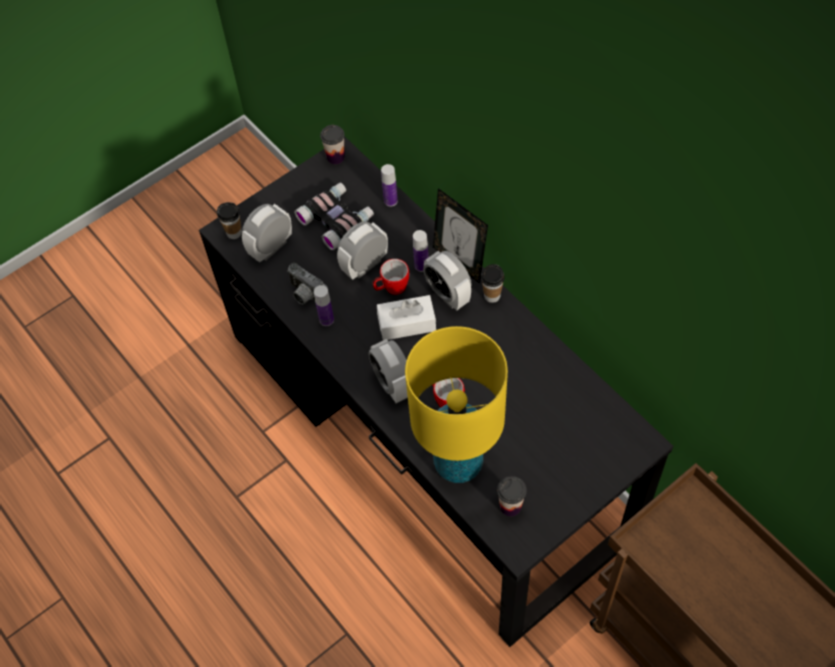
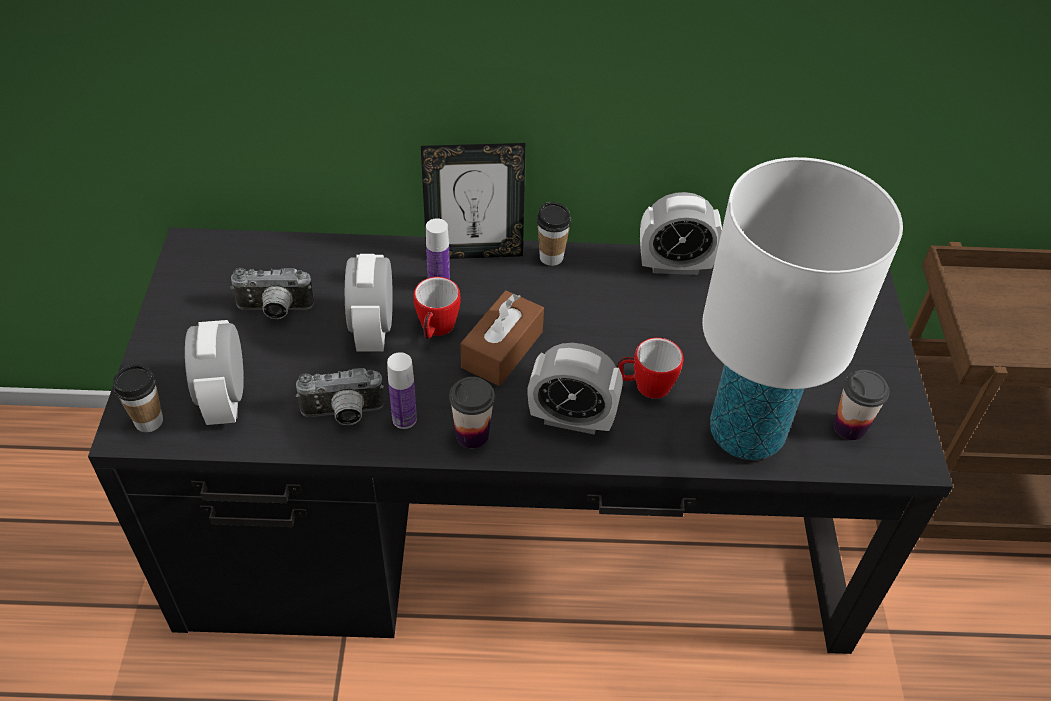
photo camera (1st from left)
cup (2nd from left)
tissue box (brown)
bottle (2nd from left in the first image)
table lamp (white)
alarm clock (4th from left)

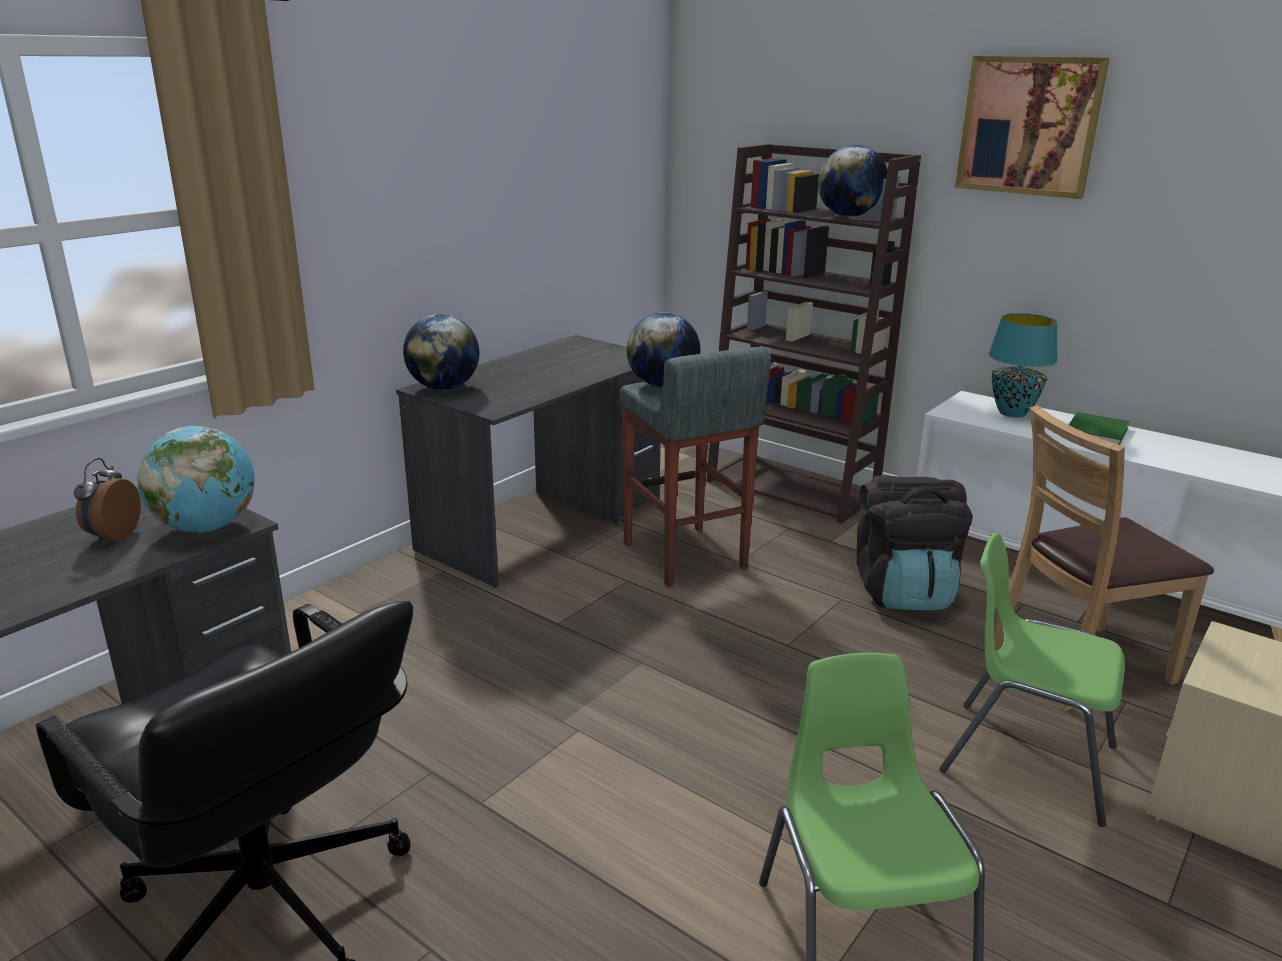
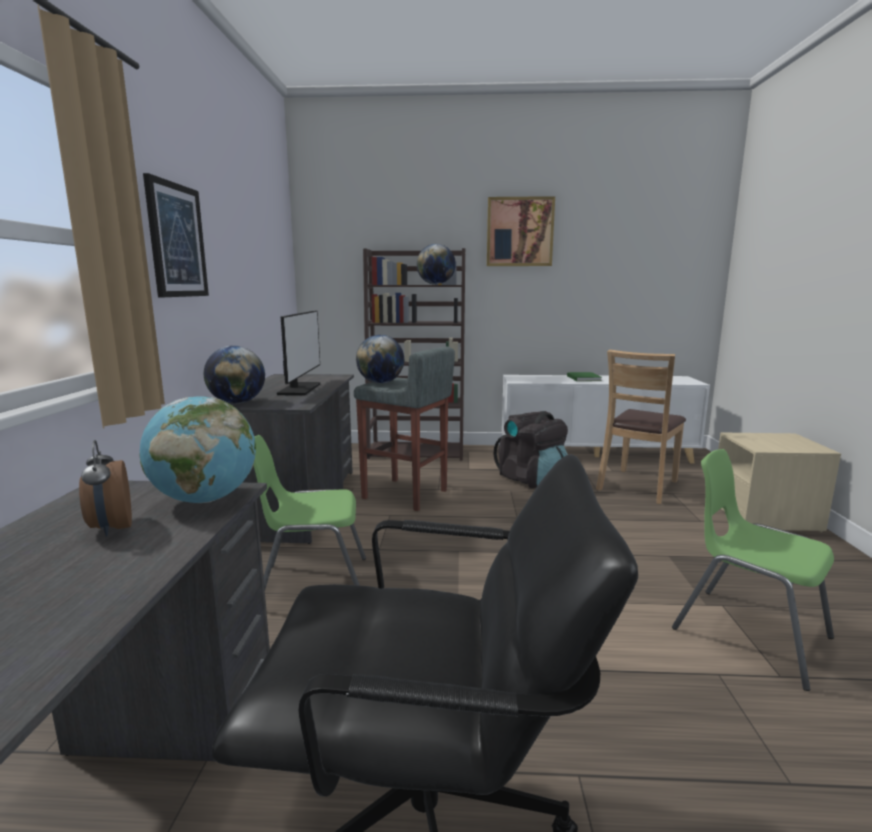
chair (green) (1st from left)
table lamp (turquoise)
picture (1st from left)
monitor

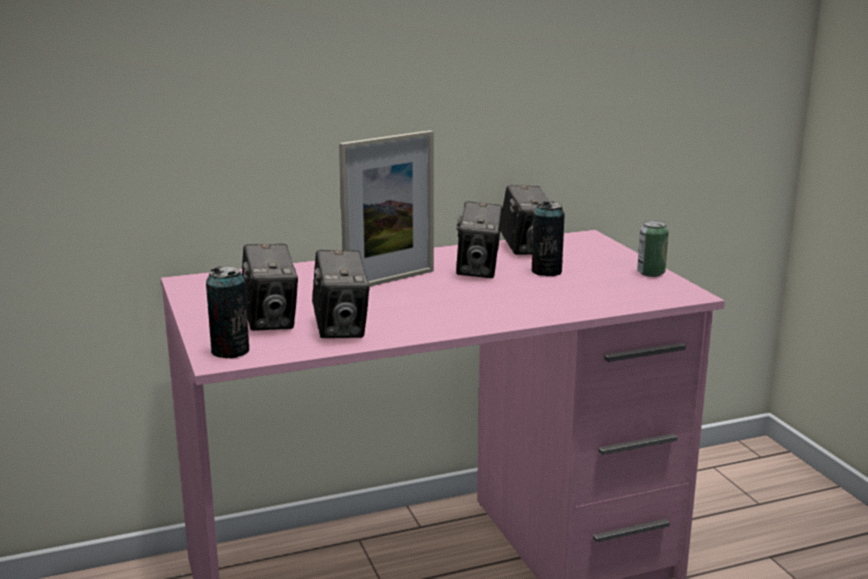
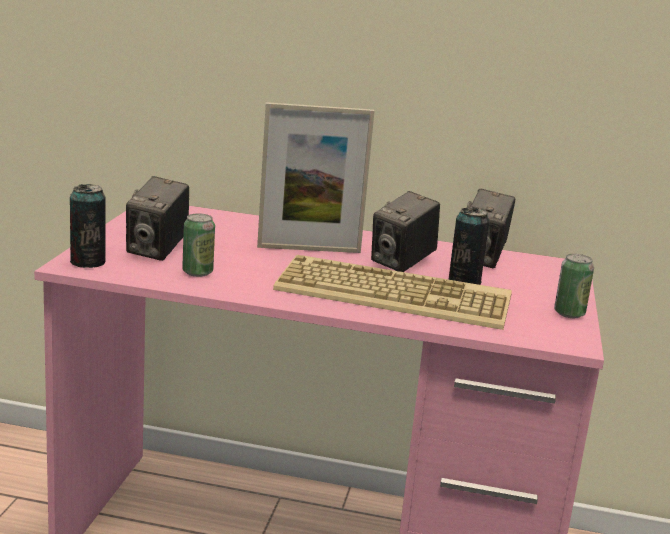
can (2nd from left)
keyboard

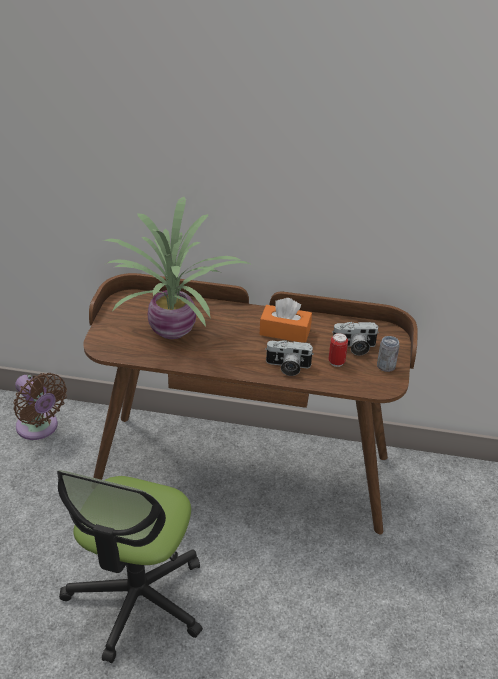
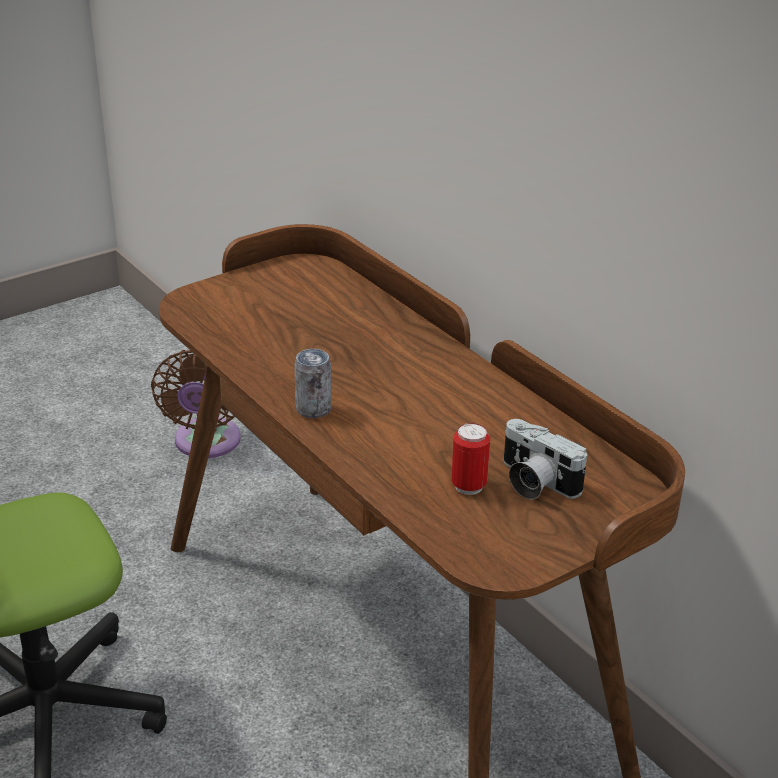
potted plant
tissue box (orange)
photo camera (1st from left in the first image)
can (1st from left)

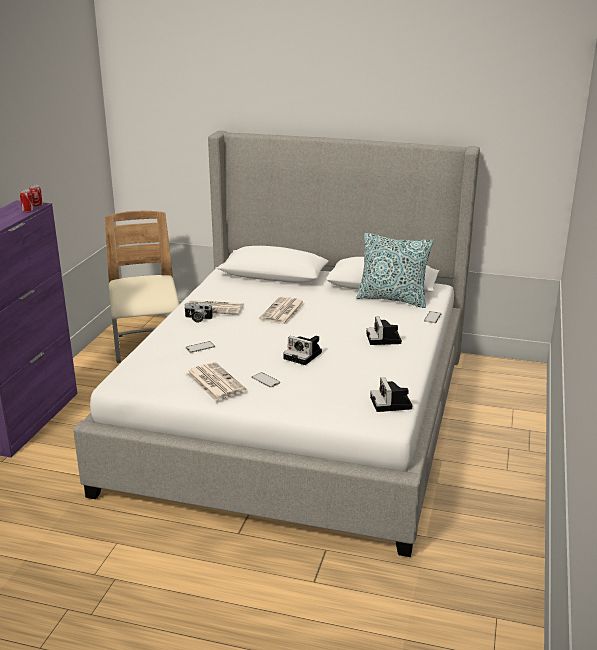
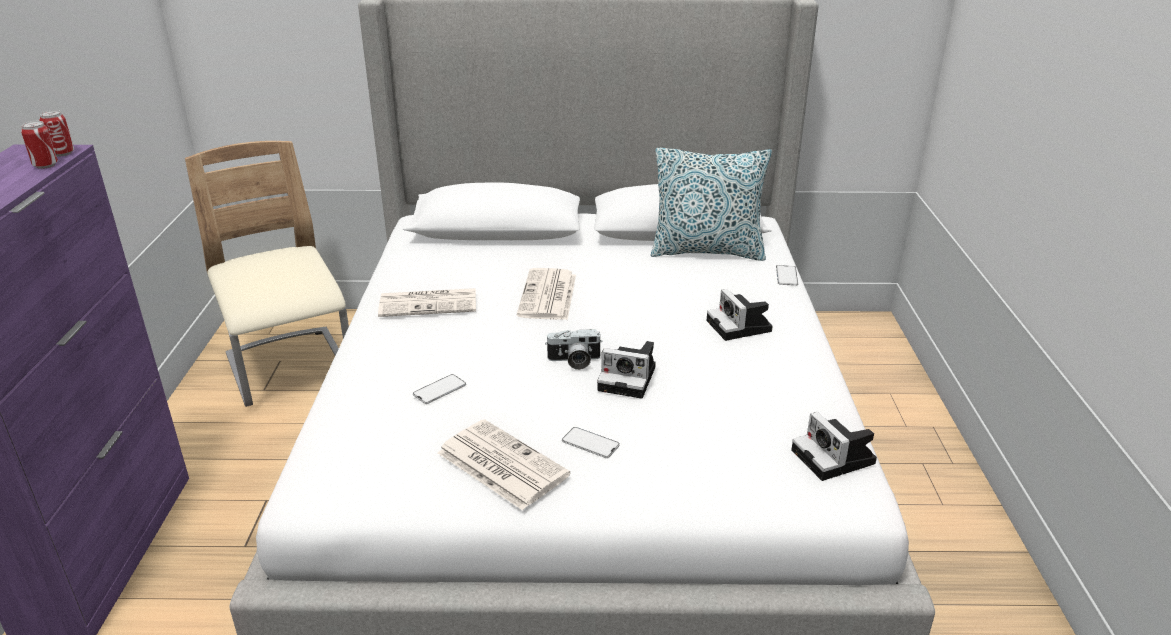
photo camera (1st from left)

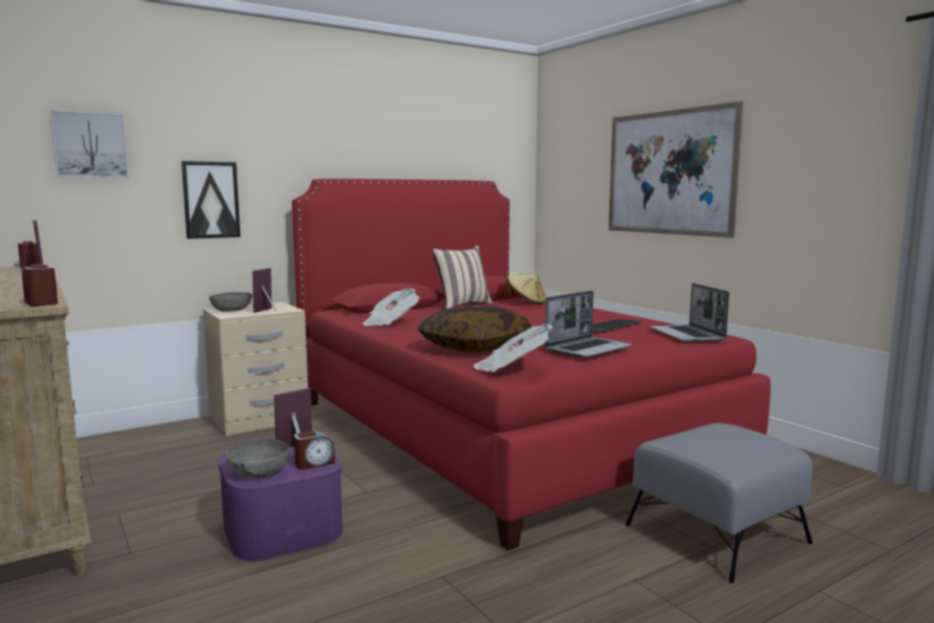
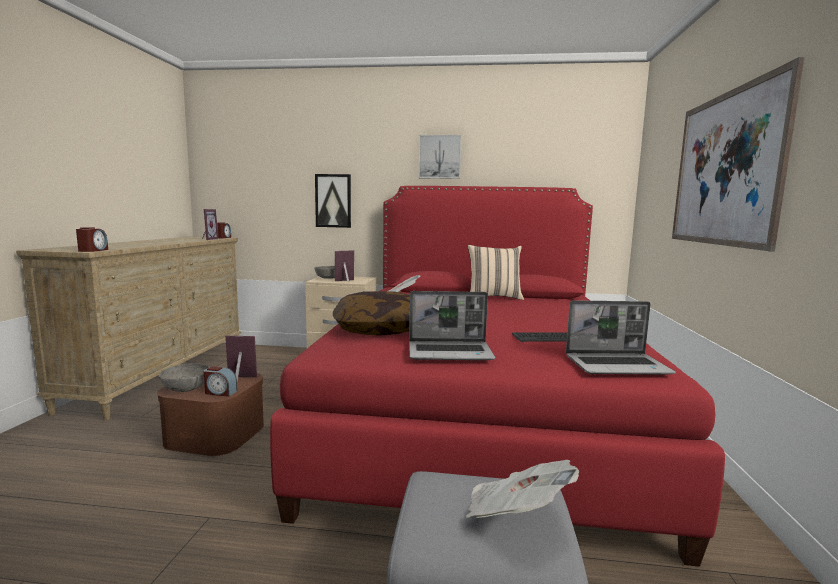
picture (2nd from left)
storage box (brown)
newspaper (2nd from left)
hat (beige)
laptop (2nd from left)

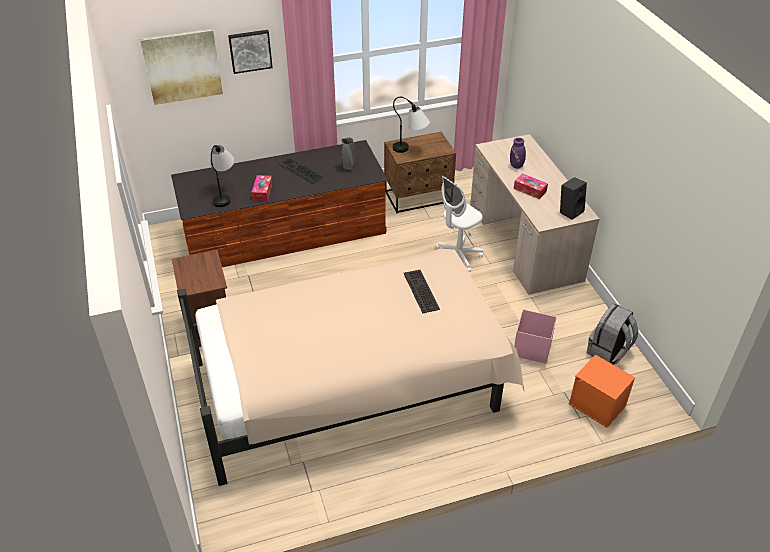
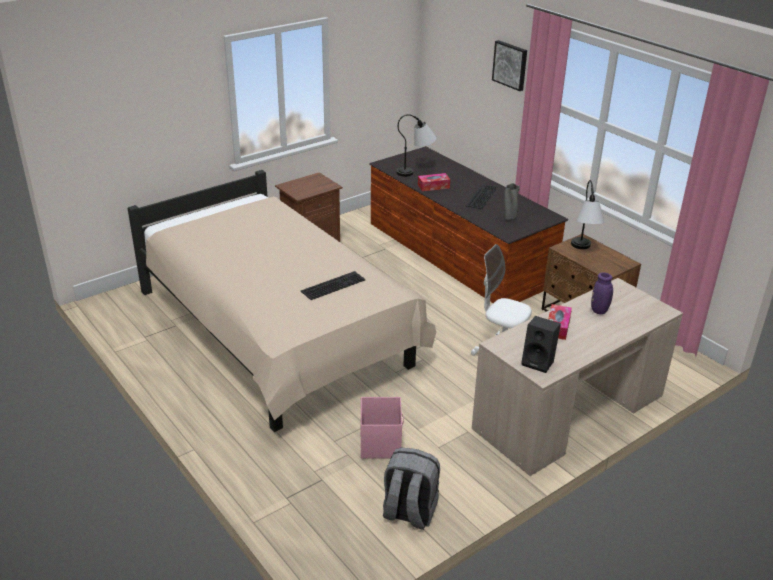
picture (1st from left in the first image)
storage box (orange)

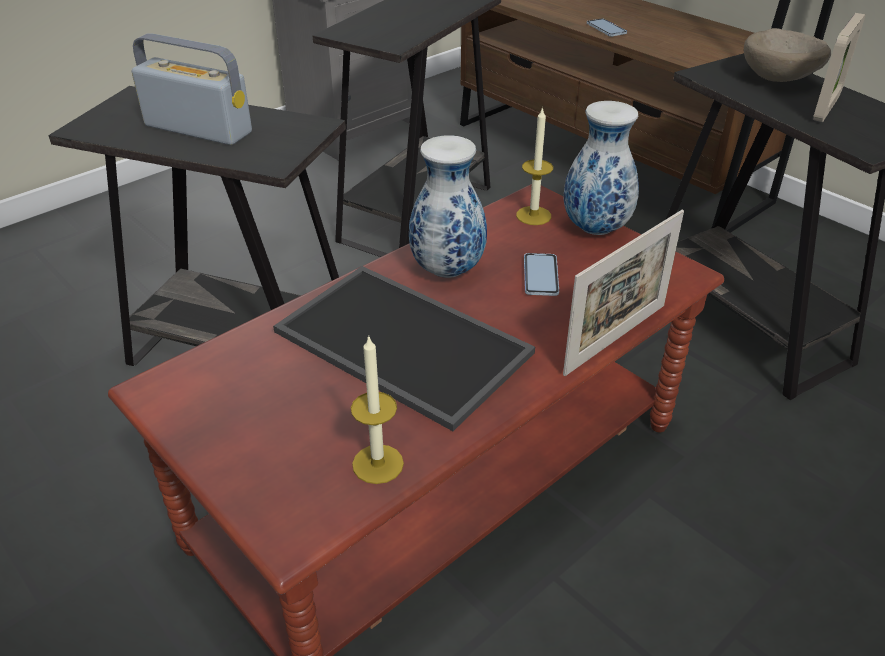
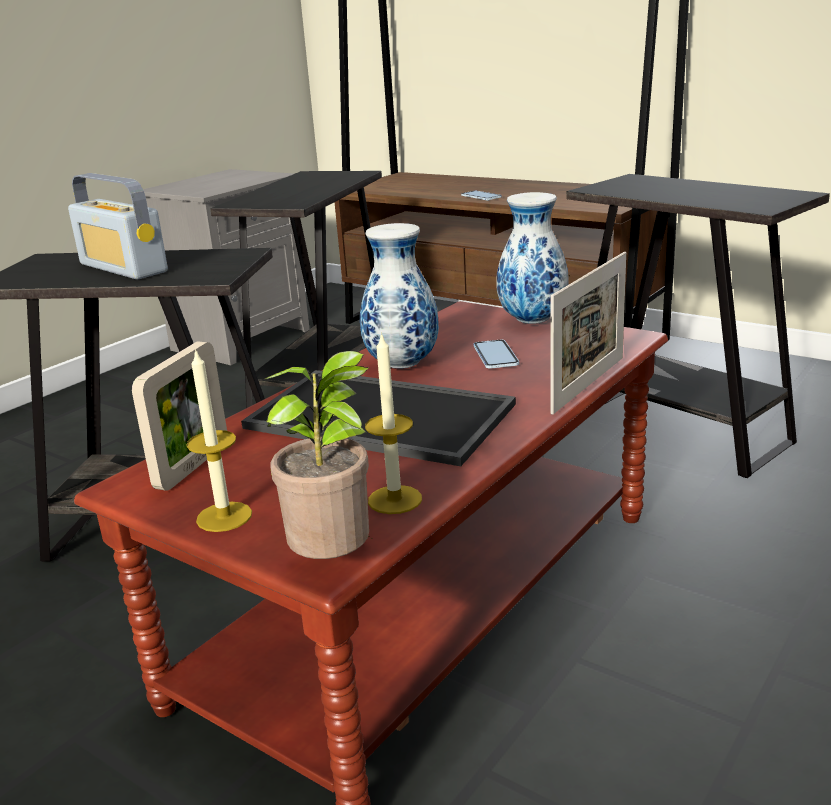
radio
candle (1st from left)
bowl (beige)
picture frame (1st from left)
potted plant

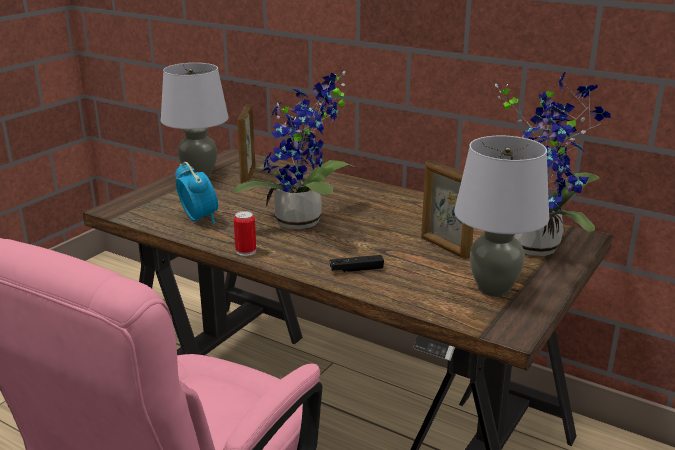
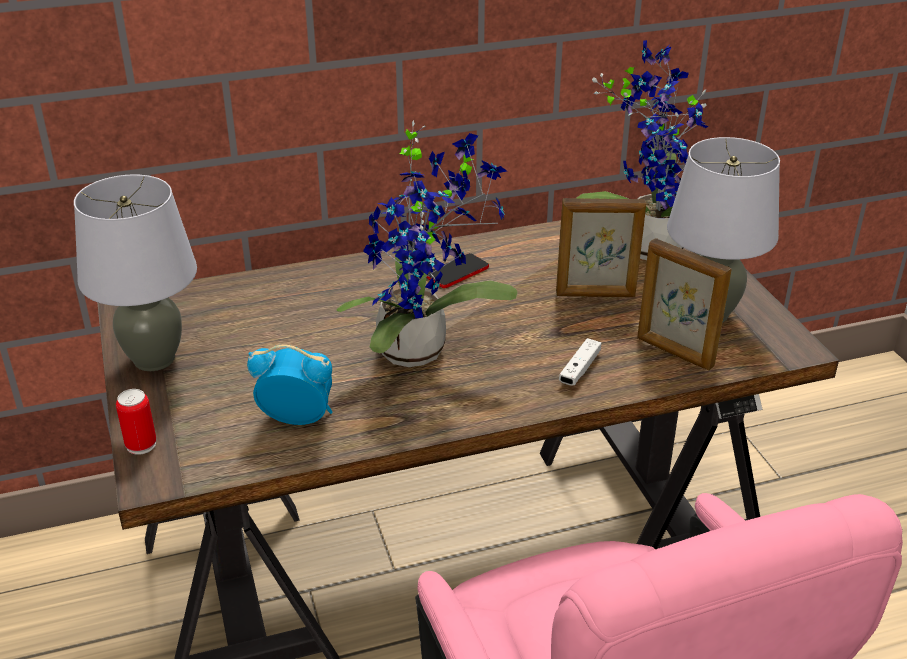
can
picture frame (2nd from left)
game controller (white)
phone

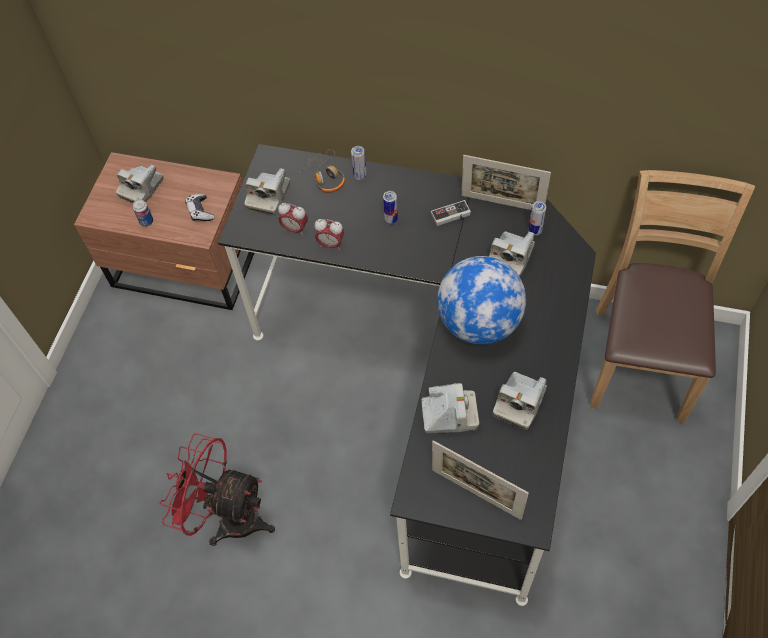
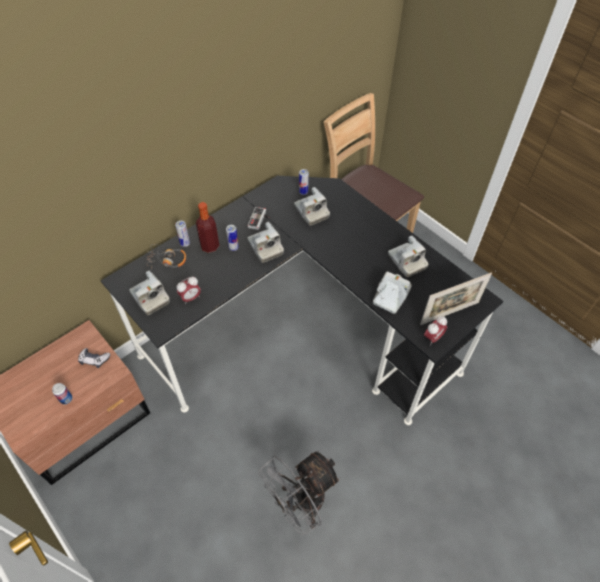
photo camera (2nd from left)
fan (grey)
alarm clock (2nd from left)
globe
picture frame (2nd from left in the first image)
bottle

